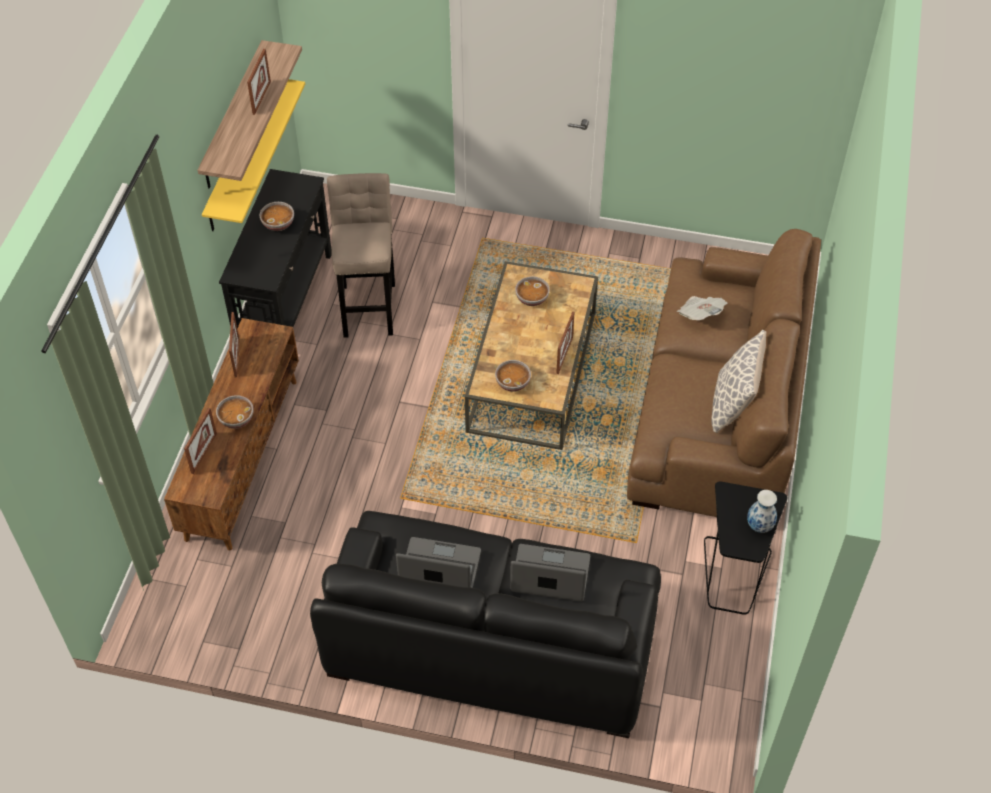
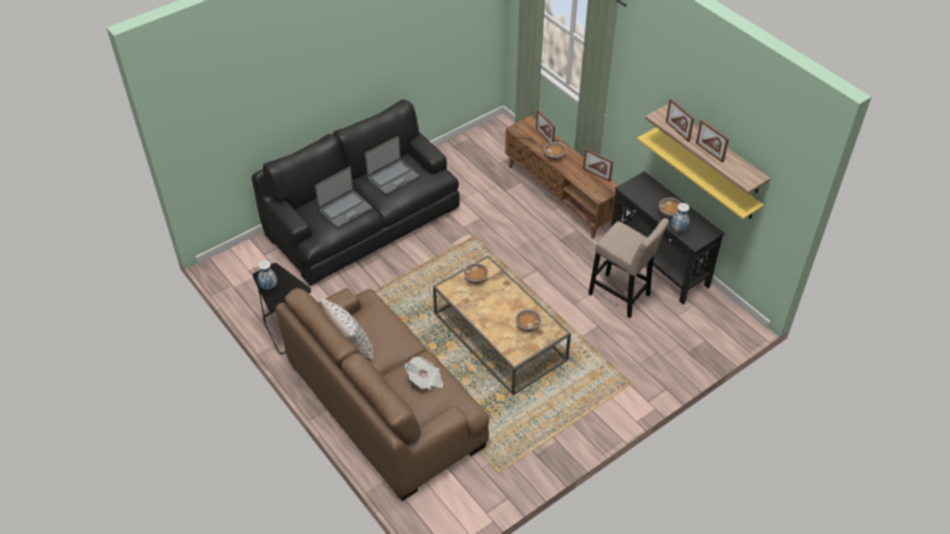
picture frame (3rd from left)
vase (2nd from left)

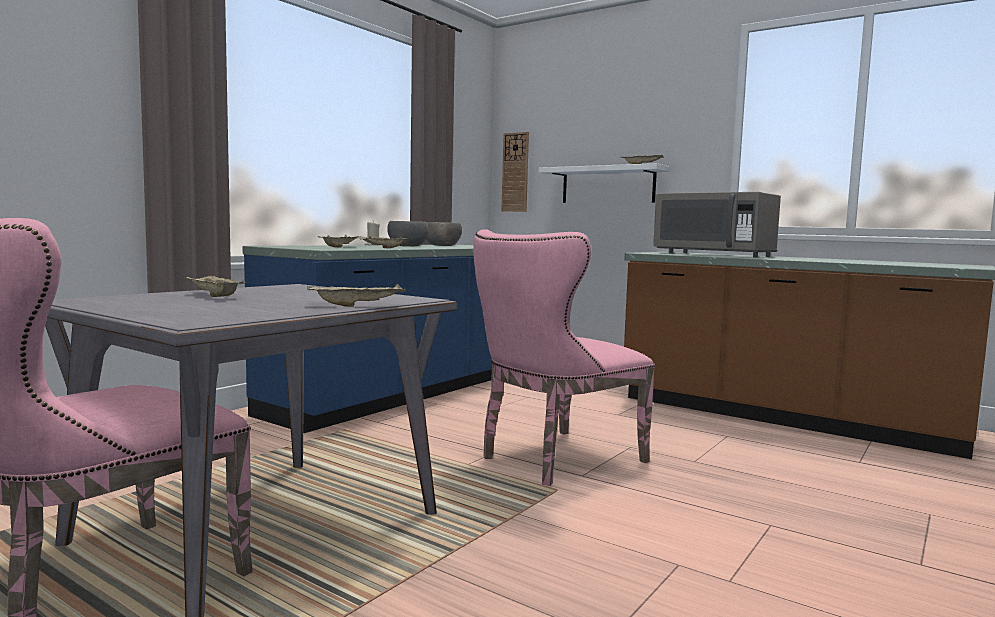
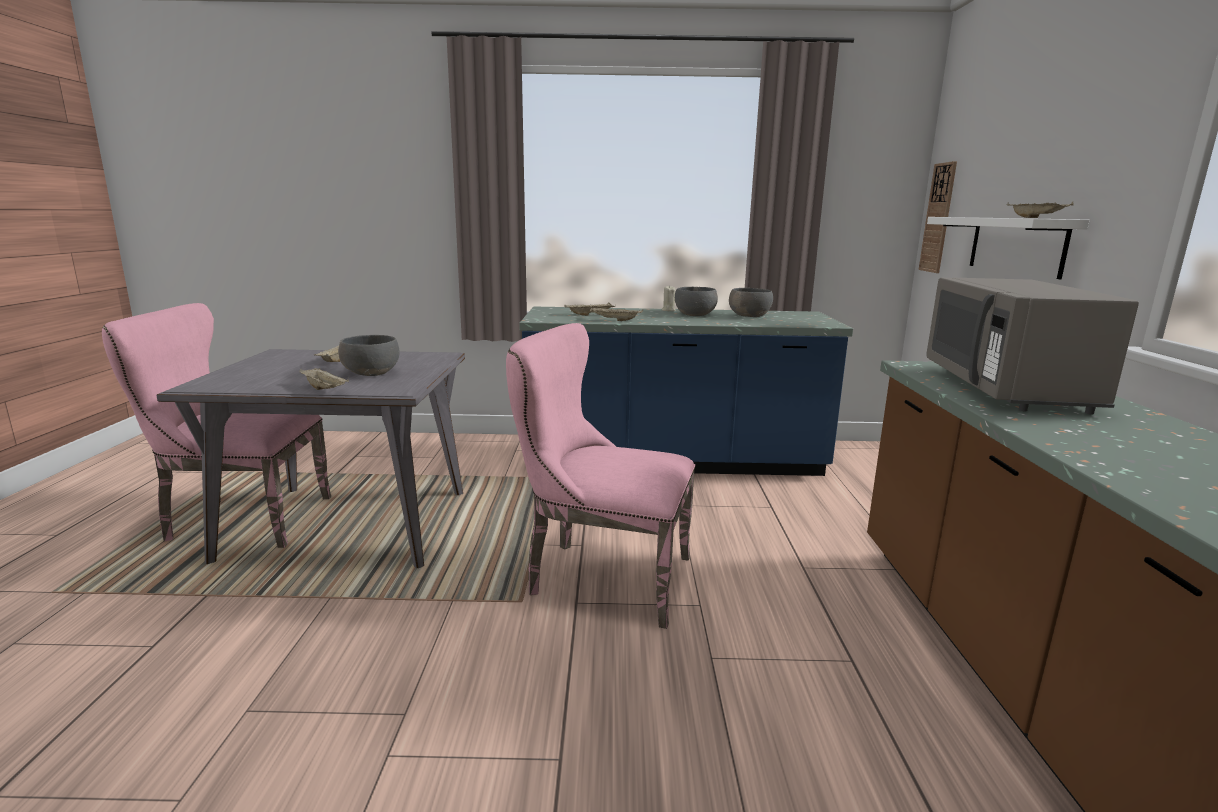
bowl (grey) (1st from left)

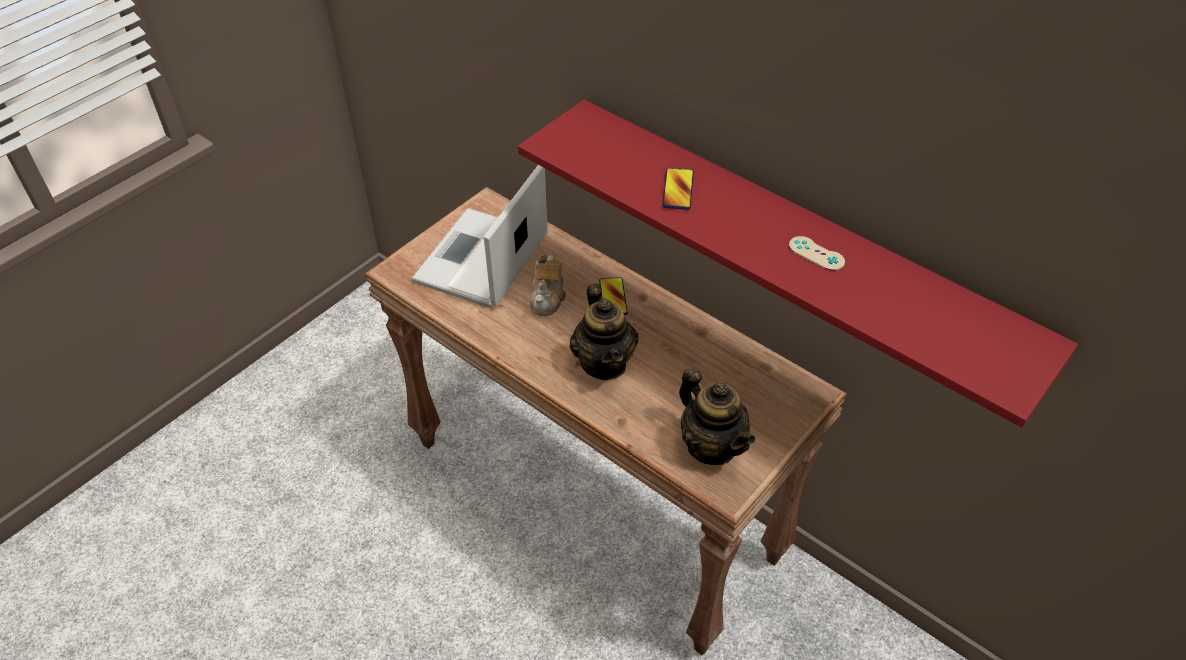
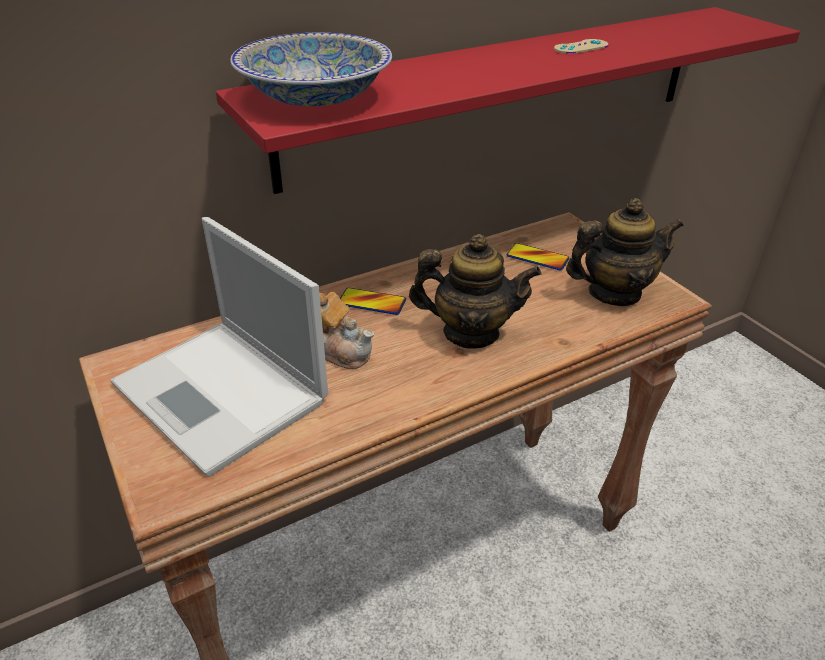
phone (2nd from left)
bowl

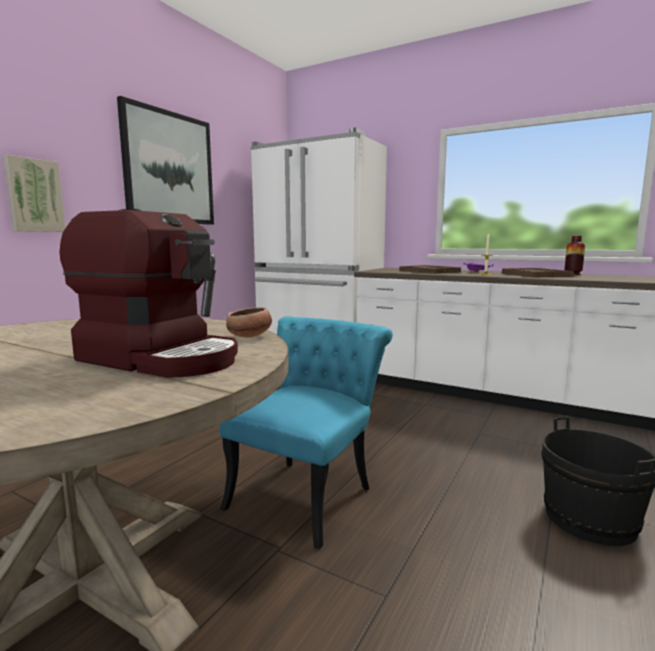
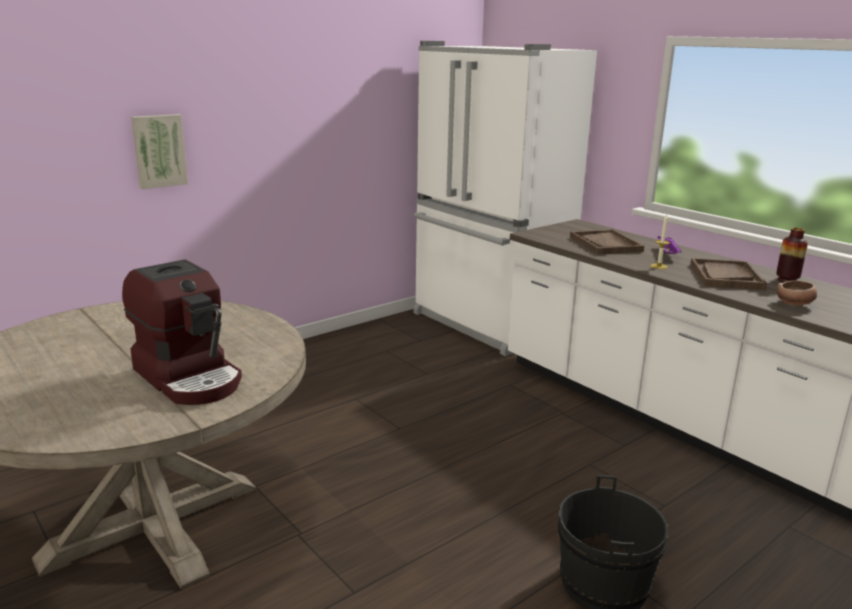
picture (2nd from left in the first image)
chair (turquoise)
bowl

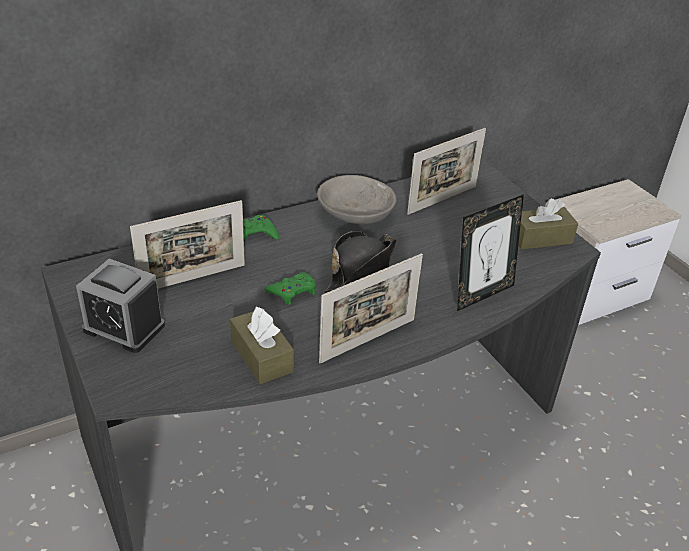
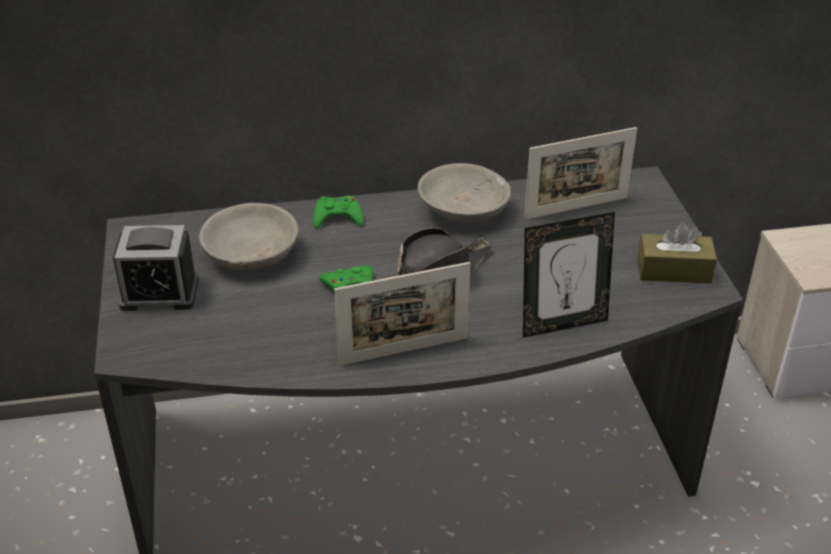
alarm clock
bowl (grey) (1st from left)
tissue box (brown) (1st from left in the first image)

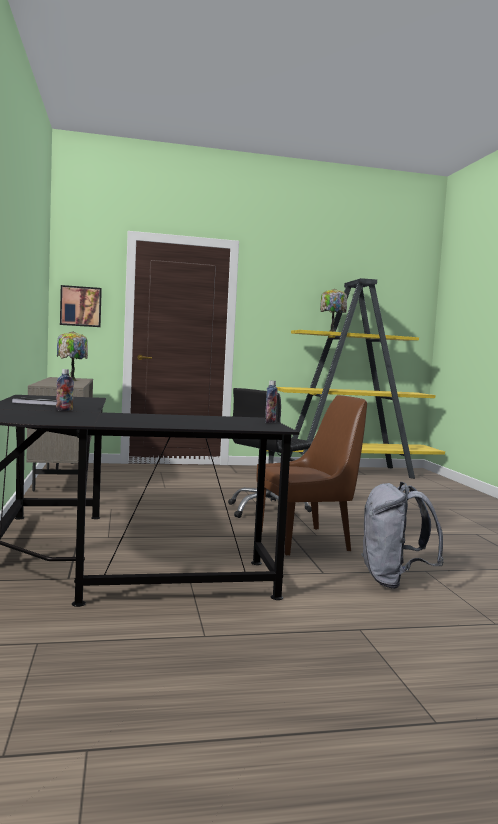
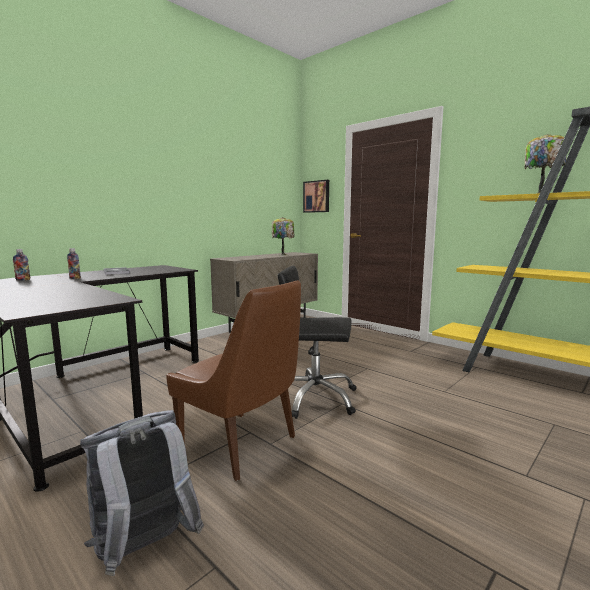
bottle (1st from left)

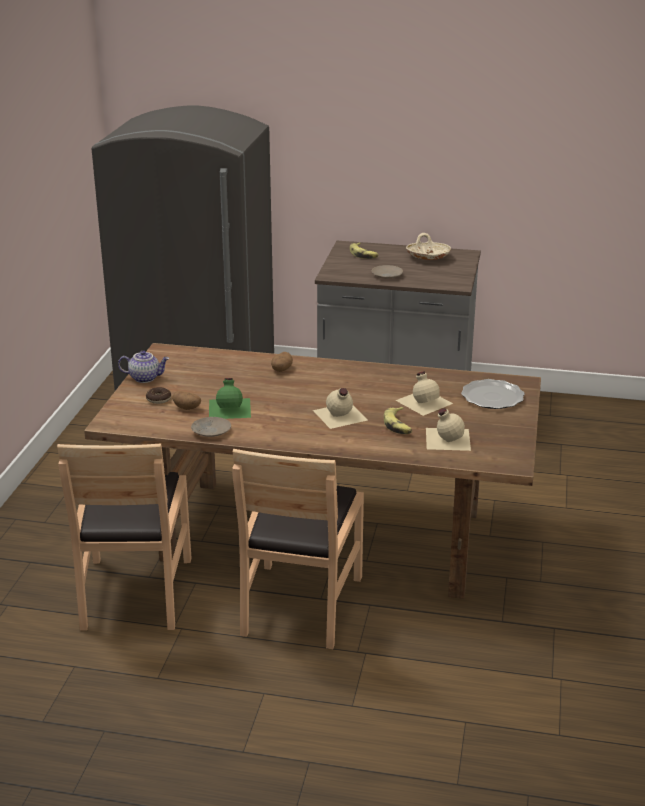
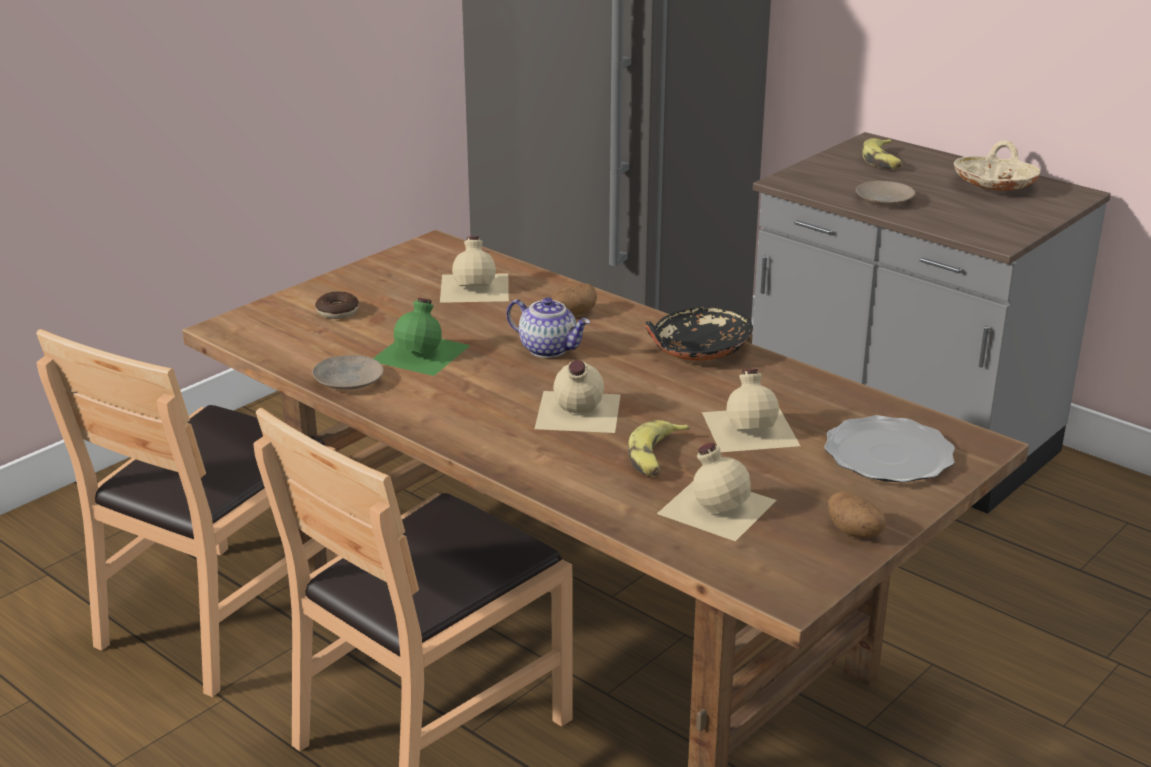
teapot
potato (2nd from left)
bottle (beige) (1st from left)
bowl (black)

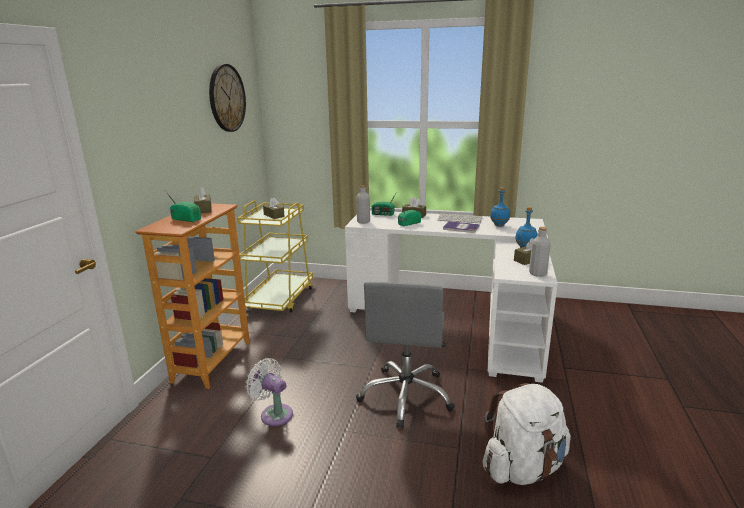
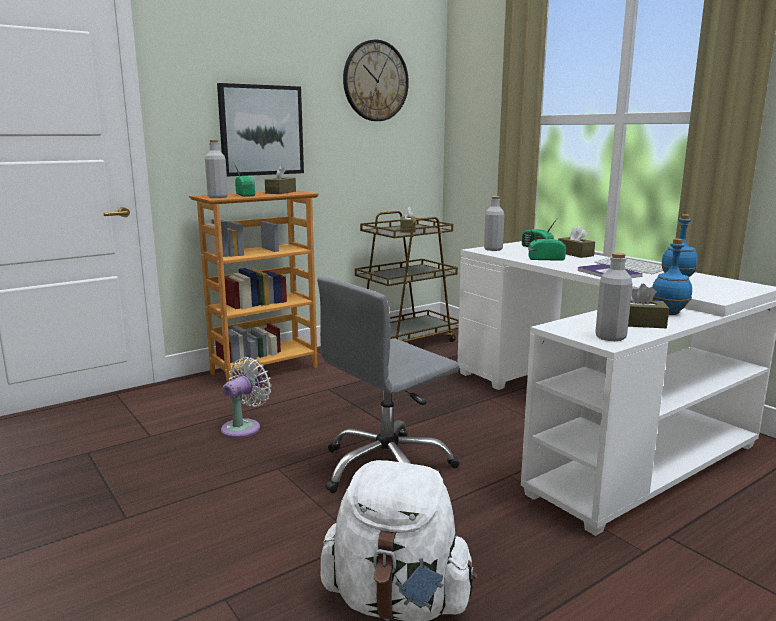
cart (brown)
fan (white)
bottle (grey) (1st from left)
picture

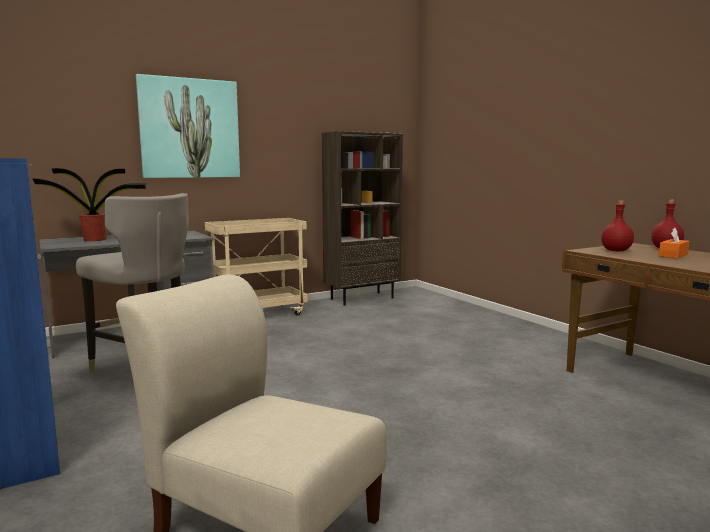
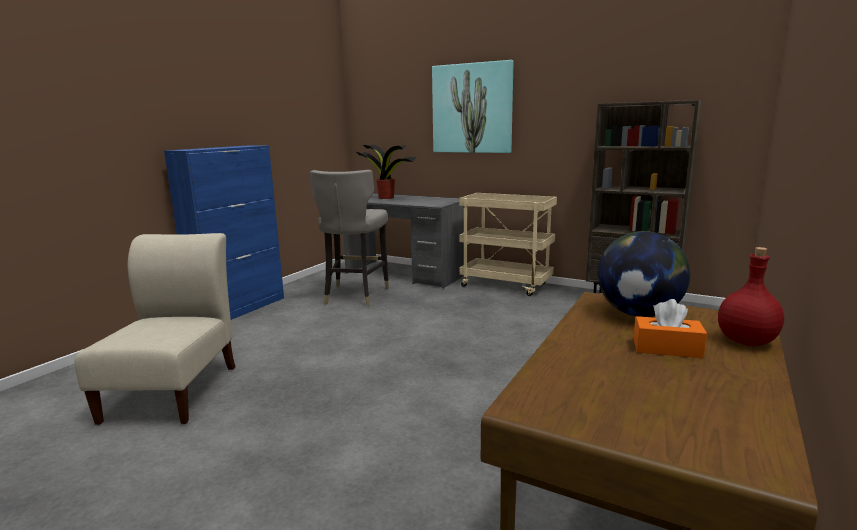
globe

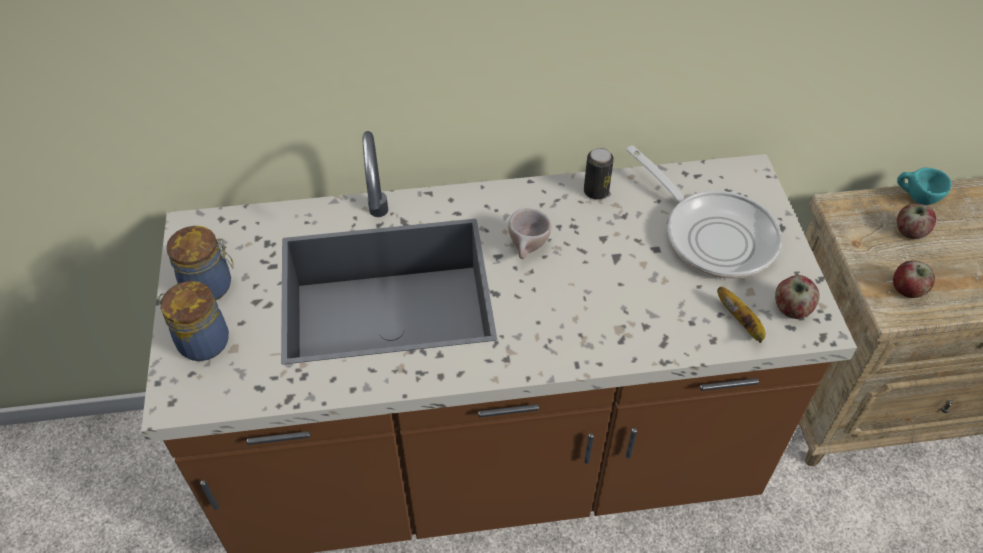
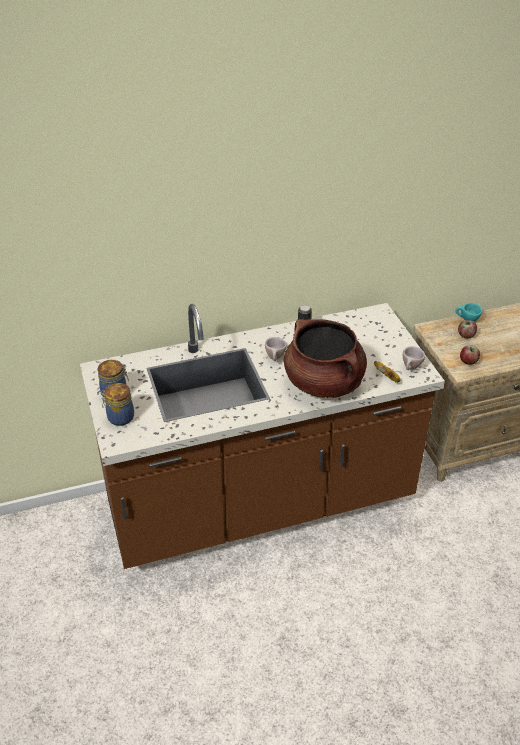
frying pan
cup (beige) (2nd from left)
cooking pot (brown)

